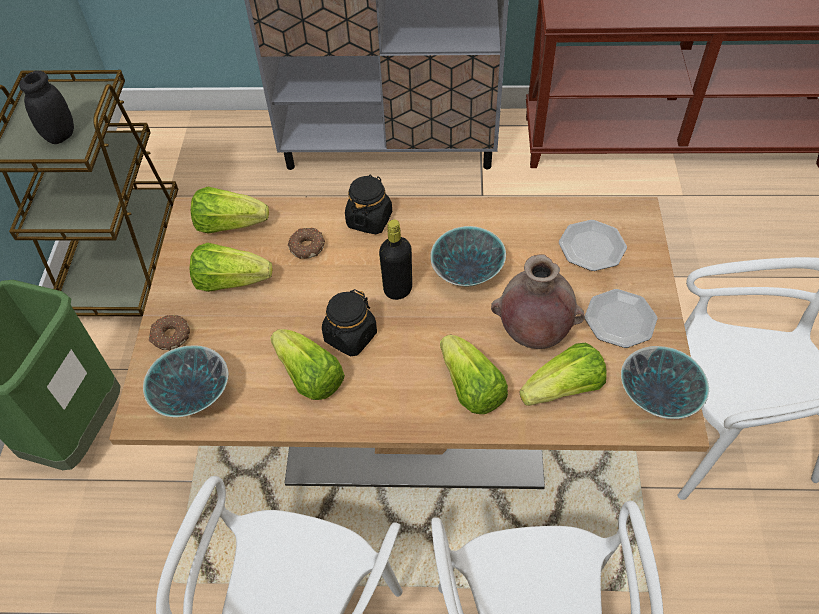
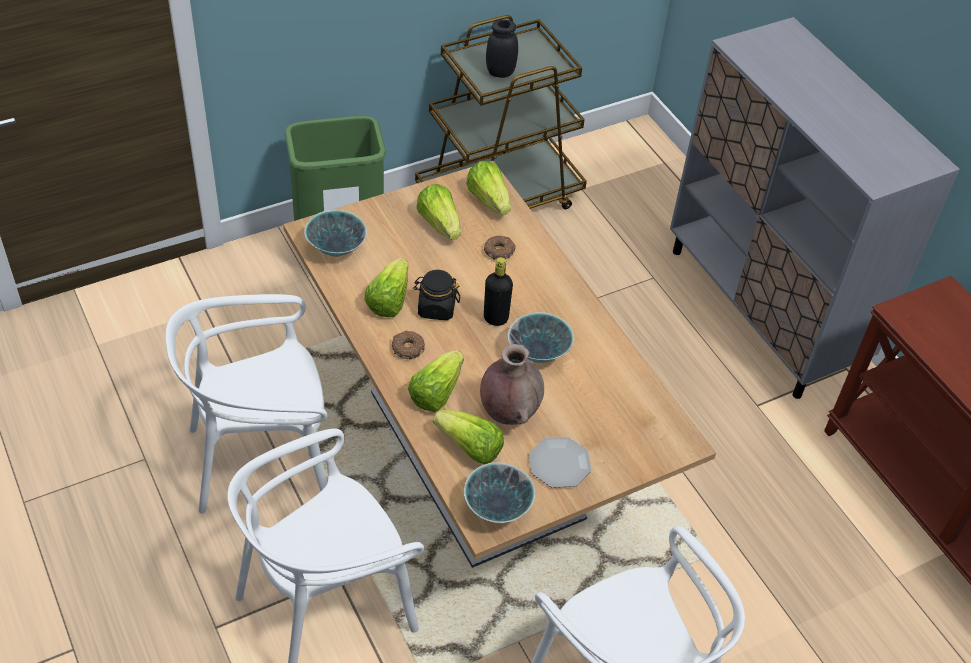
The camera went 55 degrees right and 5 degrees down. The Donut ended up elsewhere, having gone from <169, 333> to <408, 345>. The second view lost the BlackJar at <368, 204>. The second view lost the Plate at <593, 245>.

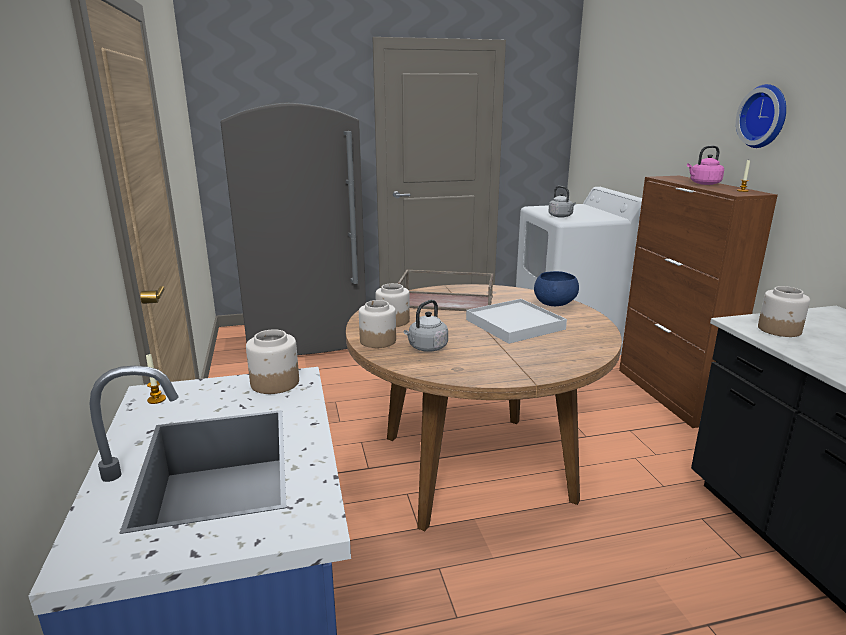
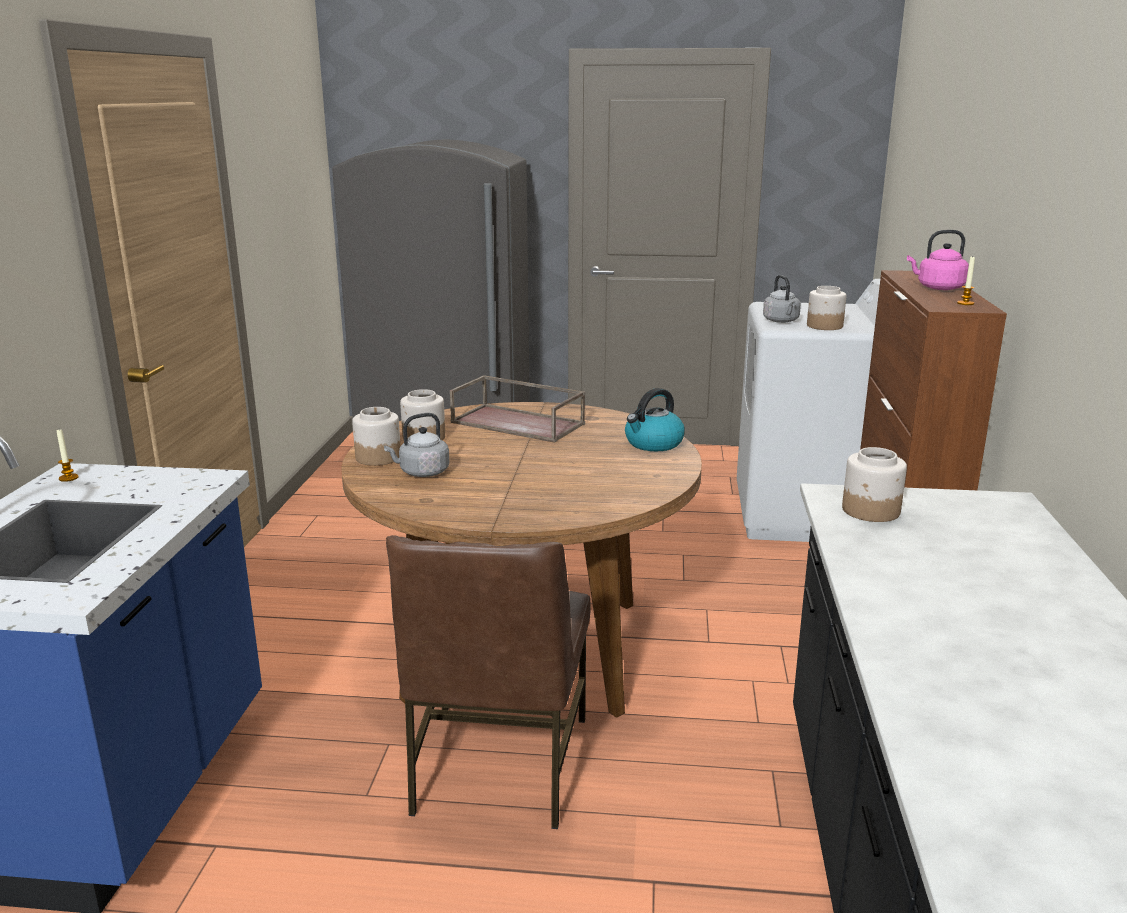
The camera went 20 degrees right and 0 degrees up. The Jar ended up elsewhere, having gone from <272, 361> to <826, 308>. The second view lost the WhiteTray at <516, 321>. Where the BlueBowl stood at <556, 288>, the Kettle came to stand at <655, 419>. The second view lost the WallClock at <761, 116>. The second view gained the BrownChair at <488, 682>.

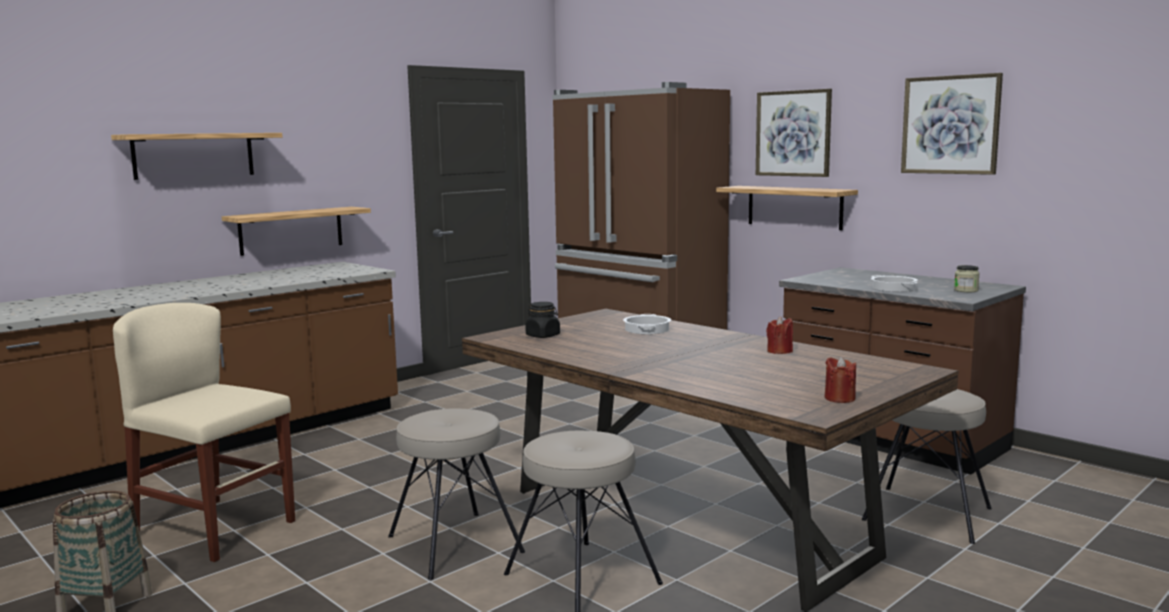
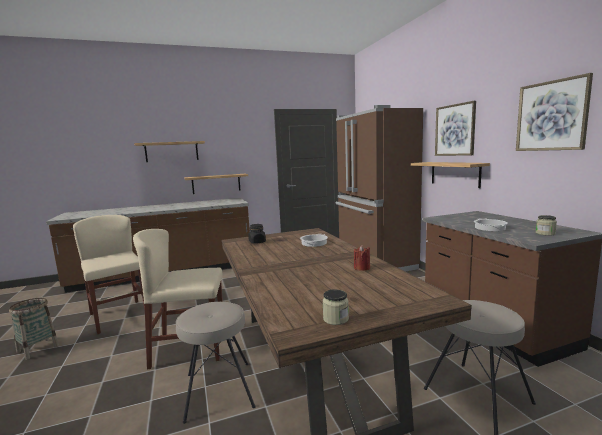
The camera went 25 degrees right and 0 degrees up. Where the BeigeStool stood at <456, 494>, the BeigeChair came to stand at <178, 299>. Where the RedCandle stood at <840, 379>, the Jar came to stand at <335, 307>.

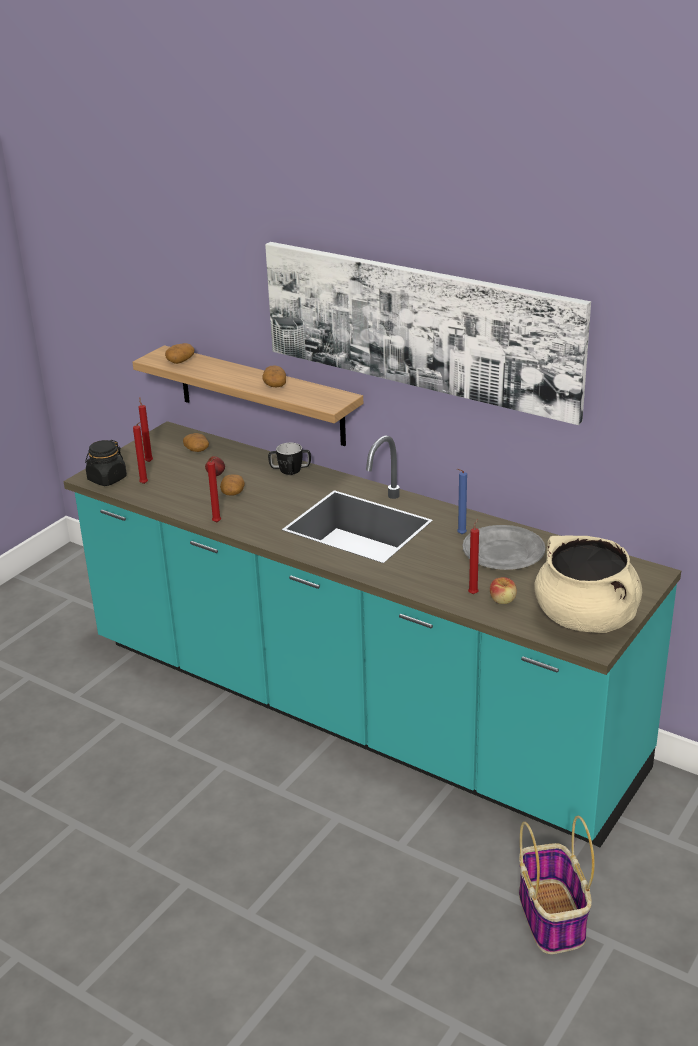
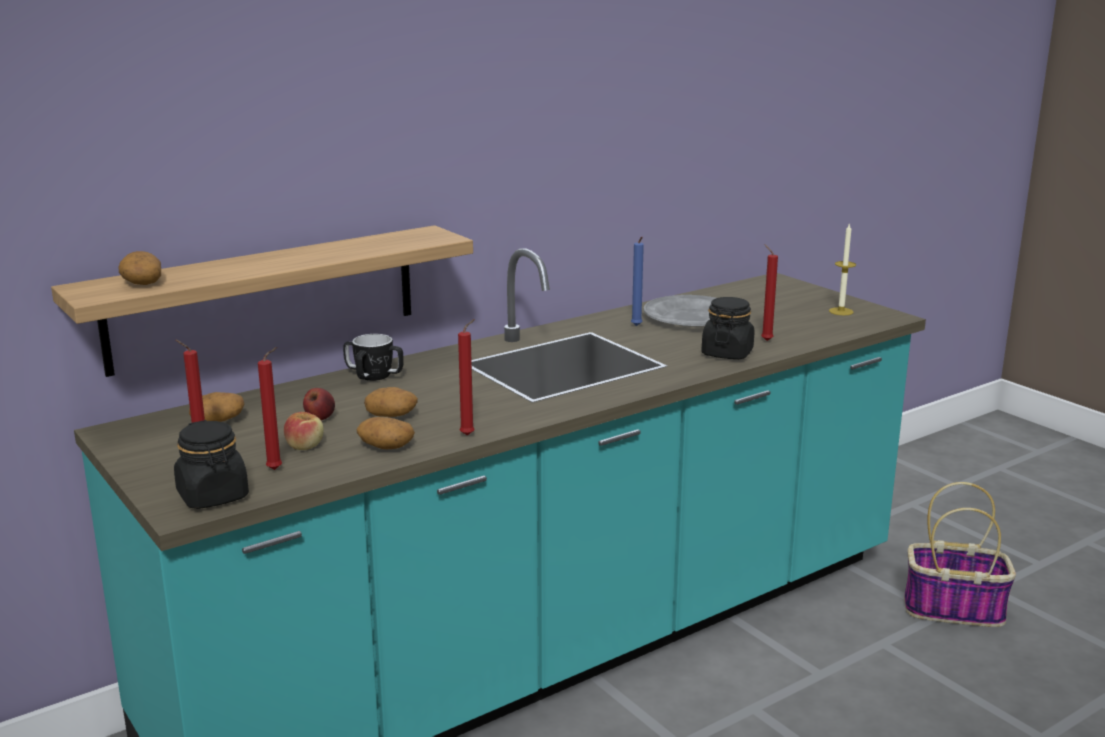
The camera went 70 degrees left and 10 degrees down. The Potato ended up elsewhere, having gone from <274, 377> to <386, 433>. The second view lost the Picture at <428, 333>. The Apple ended up elsewhere, having gone from <503, 590> to <304, 431>. Where the BeigeCookingPot stood at <588, 584>, the Candle came to stand at <842, 269>. The second view gained the BlackJar at <727, 328>.

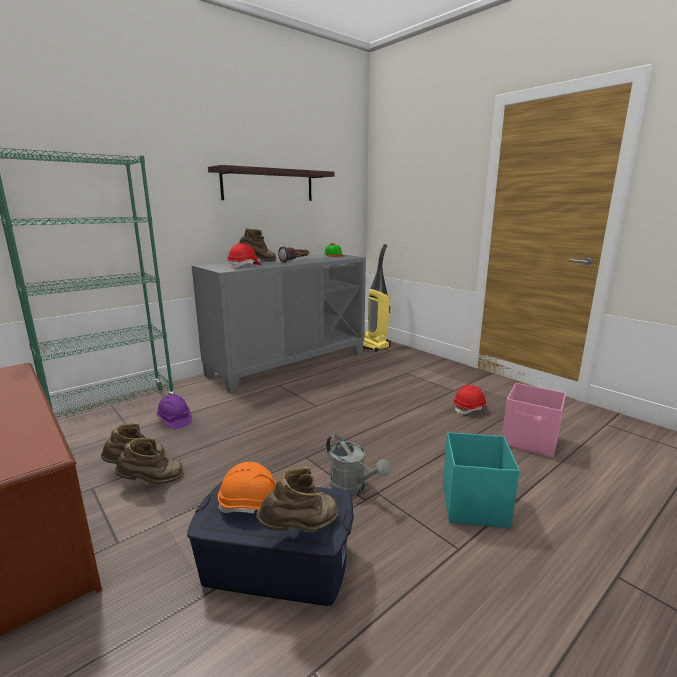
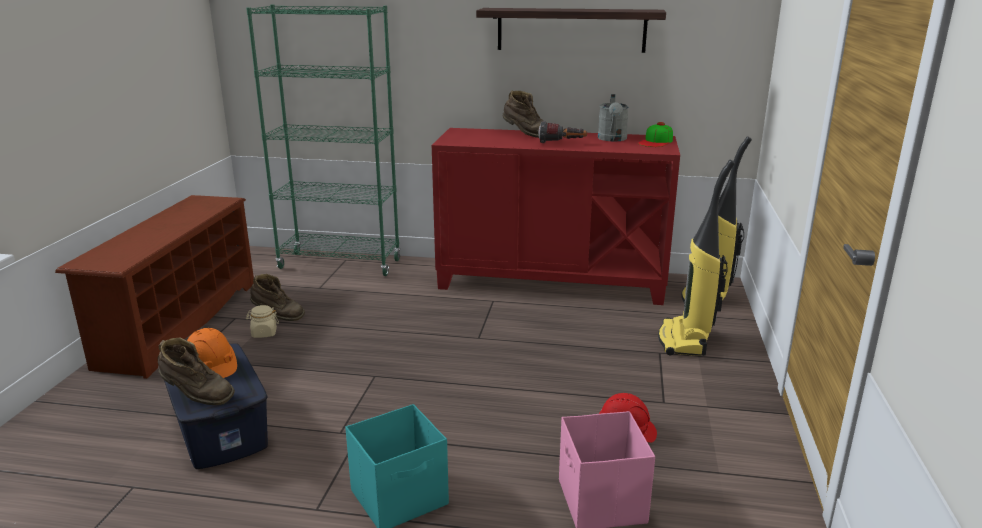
The camera went 50 degrees right and 5 degrees up. Where the BrownBoot stood at <149, 461>, the BeigeJar came to stand at <262, 321>. The second view lost the PurpleHardHat at <174, 412>. What was the GreyCabinet at <279, 323> turned into the RedCabinet at <556, 216>. The second view lost the RedHardHat at <244, 256>. The GreyWateringCan ended up elsewhere, having gone from <358, 465> to <613, 117>. The second view gained the VacuumCleaner at <696, 258>.

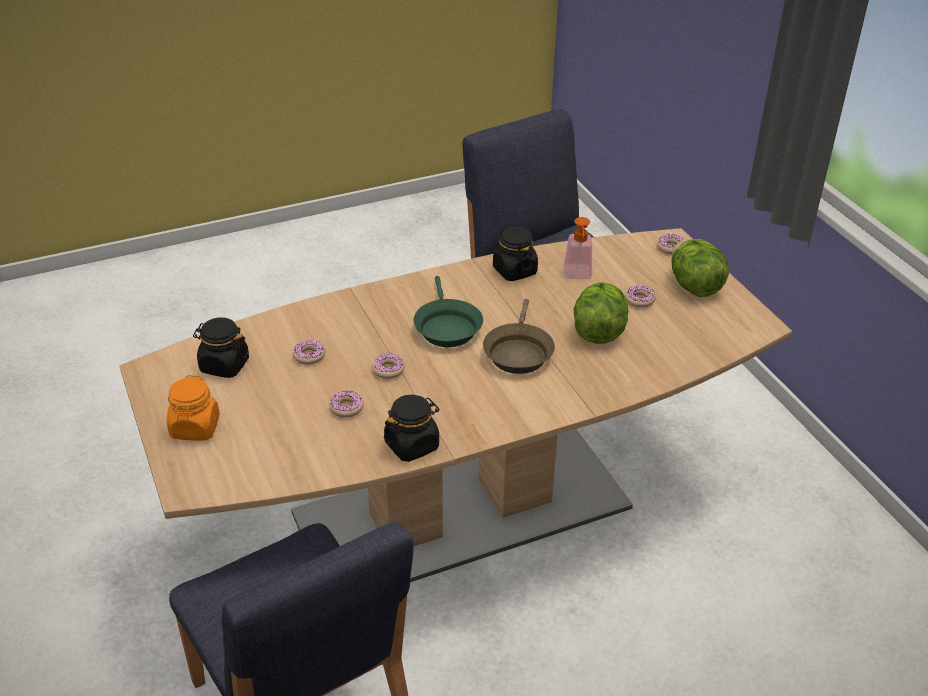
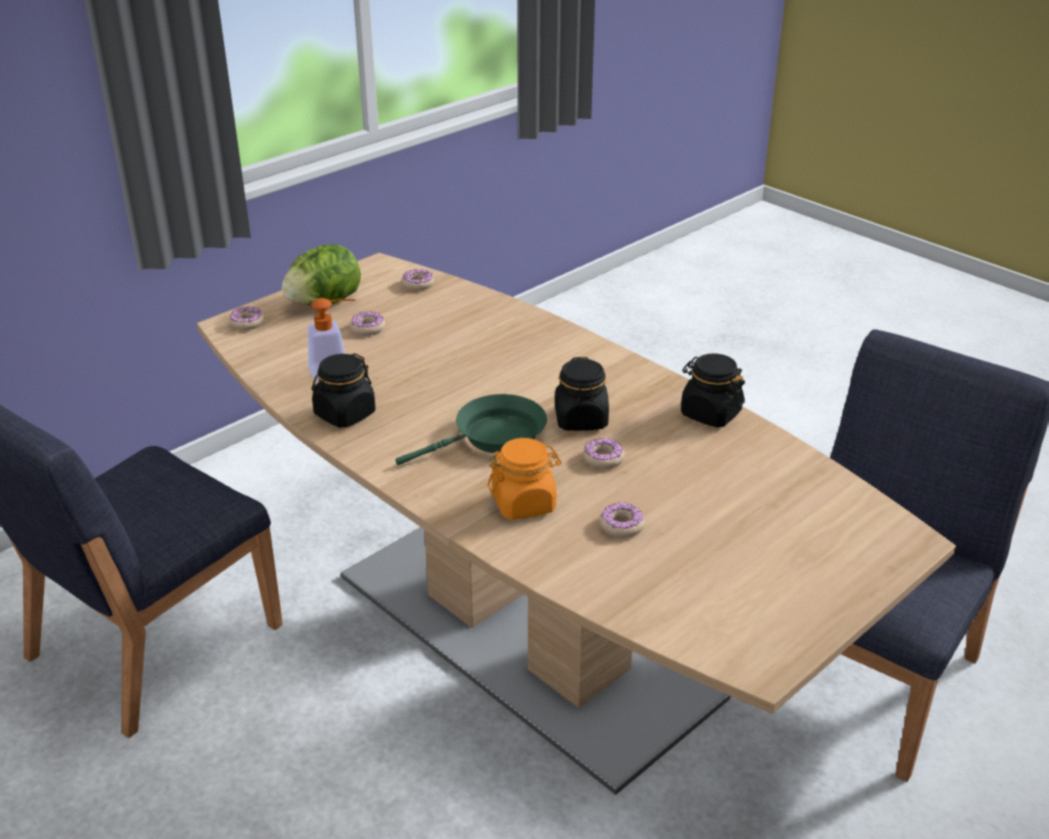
The camera went 110 degrees left and 5 degrees down. The OrangeJar ended up elsewhere, having gone from <193, 408> to <525, 479>. The BlackJar ended up elsewhere, having gone from <221, 347> to <582, 394>. The Donut ended up elsewhere, having gone from <347, 404> to <417, 280>. The second view lost the BrownFryingPan at <519, 336>. The second view lost the Lettuce at <601, 313>.

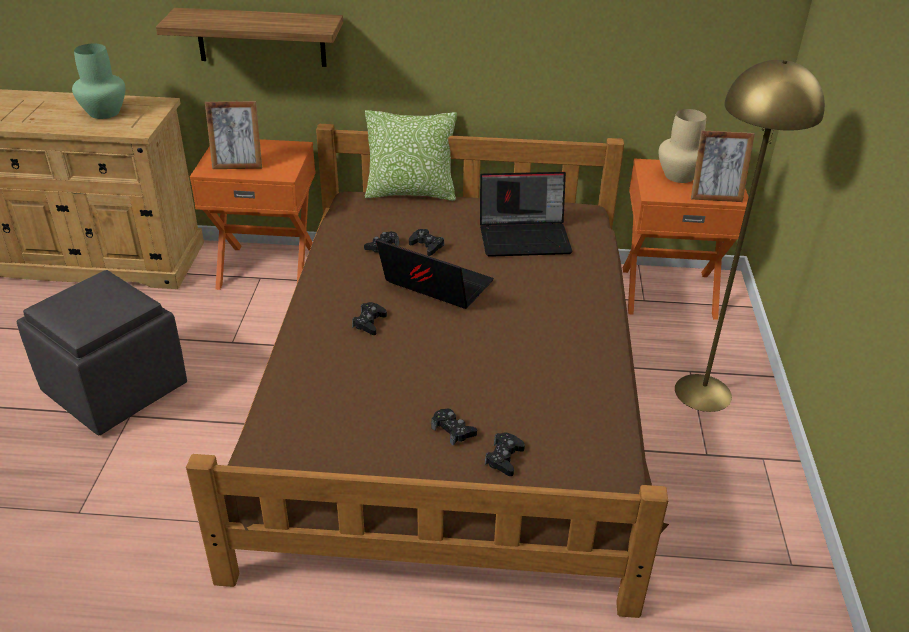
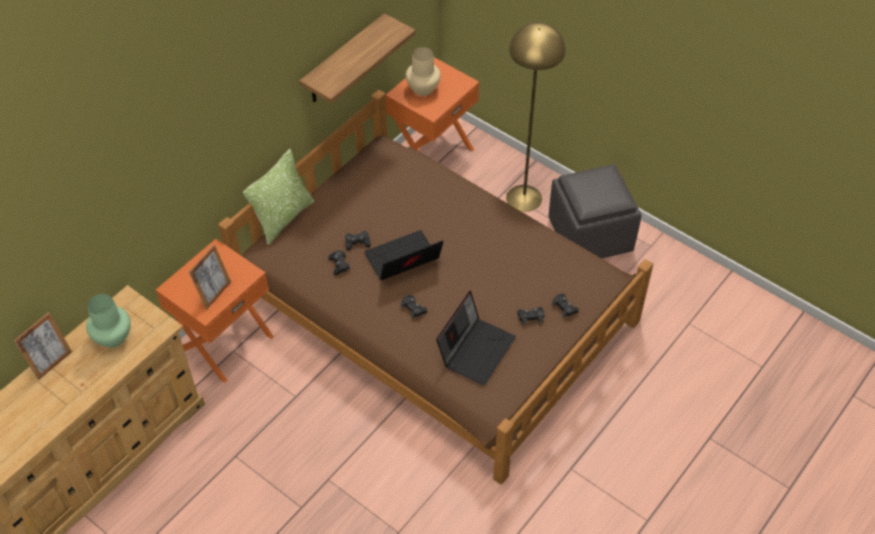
The camera went 55 degrees left and 15 degrees up. The GreyOttoman ended up elsewhere, having gone from <102, 352> to <595, 211>. The Shelf ended up elsewhere, having gone from <249, 37> to <357, 58>. The Laptop ended up elsewhere, having gone from <526, 214> to <476, 338>. The PictureFrame ended up elsewhere, having gone from <723, 166> to <43, 346>.

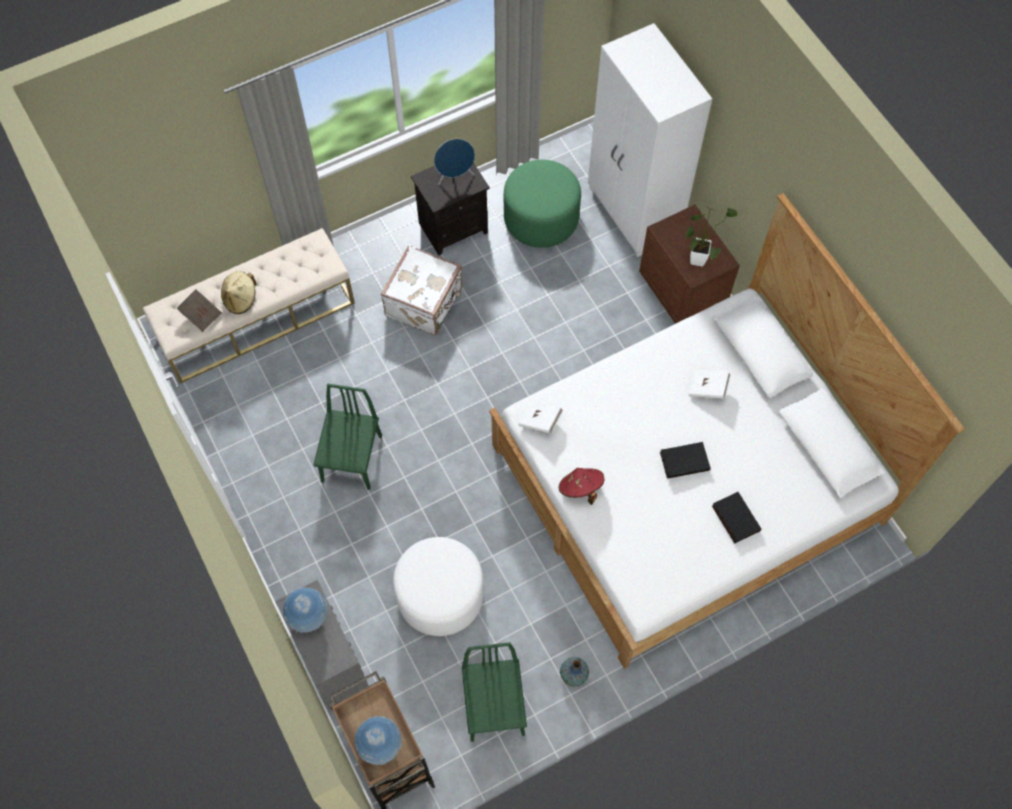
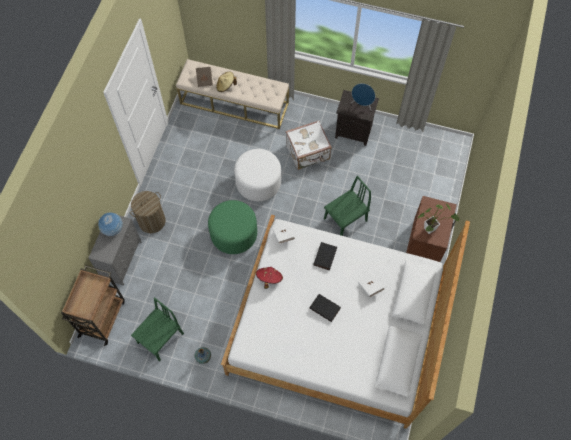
The camera went 45 degrees right and 0 degrees up. The GreenChair ended up elsewhere, having gone from <348, 436> to <347, 206>. The second view lost the Globe at <378, 740>. The WhiteOttoman ended up elsewhere, having gone from <438, 586> to <257, 175>. The GreenOttoman ended up elsewhere, having gone from <542, 204> to <232, 227>. The second view lost the WhiteWardrobe at <650, 140>. The BlackBook ended up elsewhere, having gone from <736, 517> to <325, 256>. The second view gained the LaundryBasket at <148, 212>.

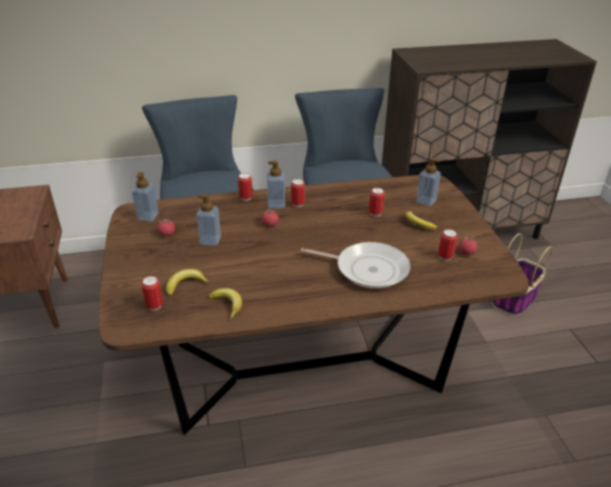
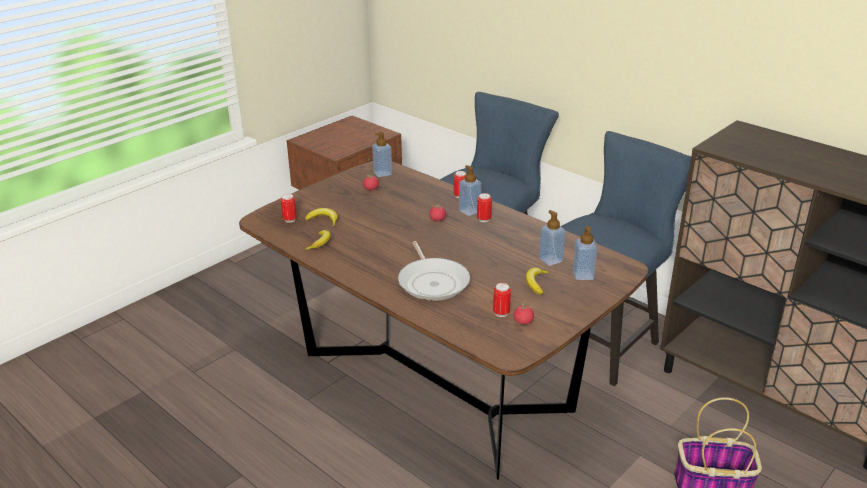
The camera went 55 degrees right and 5 degrees down. The SoapDispenser ended up elsewhere, having gone from <208, 220> to <552, 238>. The second view lost the Can at <377, 202>.

